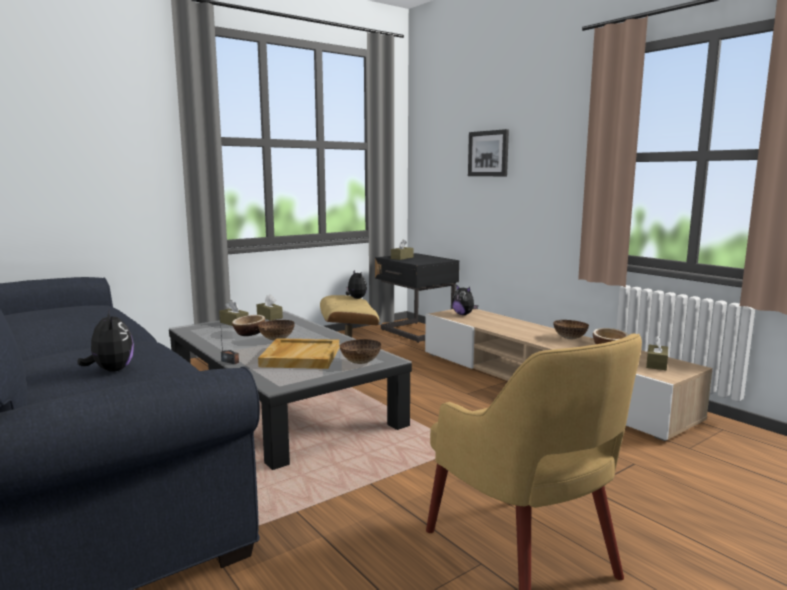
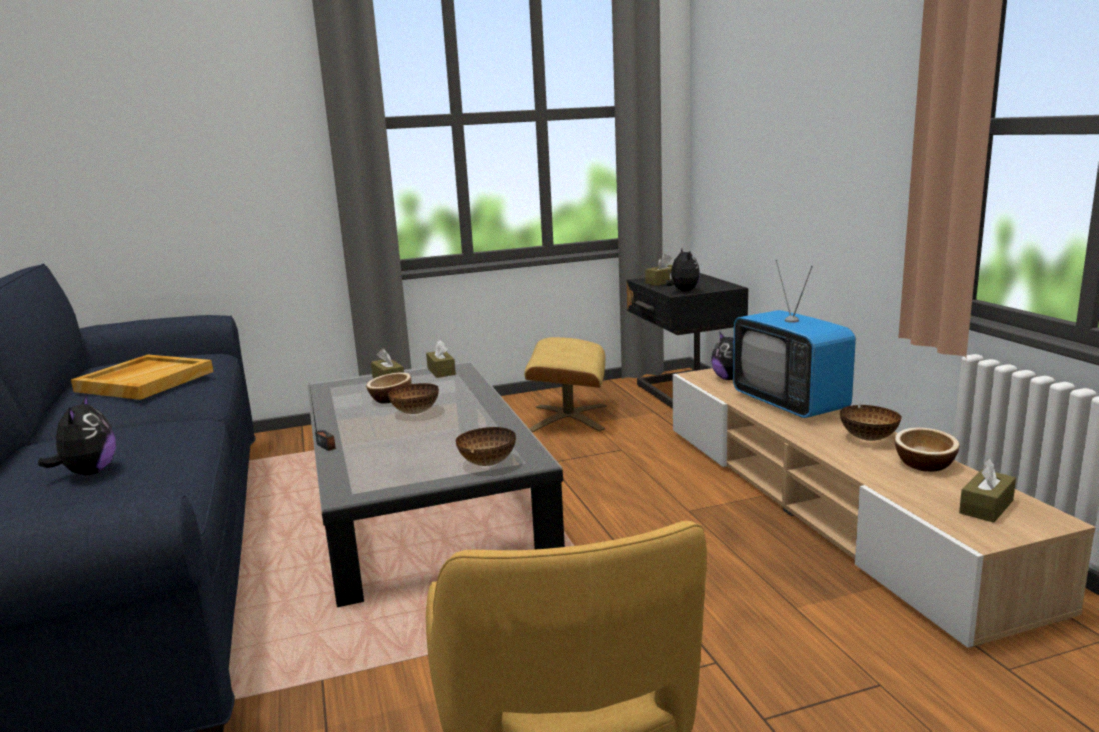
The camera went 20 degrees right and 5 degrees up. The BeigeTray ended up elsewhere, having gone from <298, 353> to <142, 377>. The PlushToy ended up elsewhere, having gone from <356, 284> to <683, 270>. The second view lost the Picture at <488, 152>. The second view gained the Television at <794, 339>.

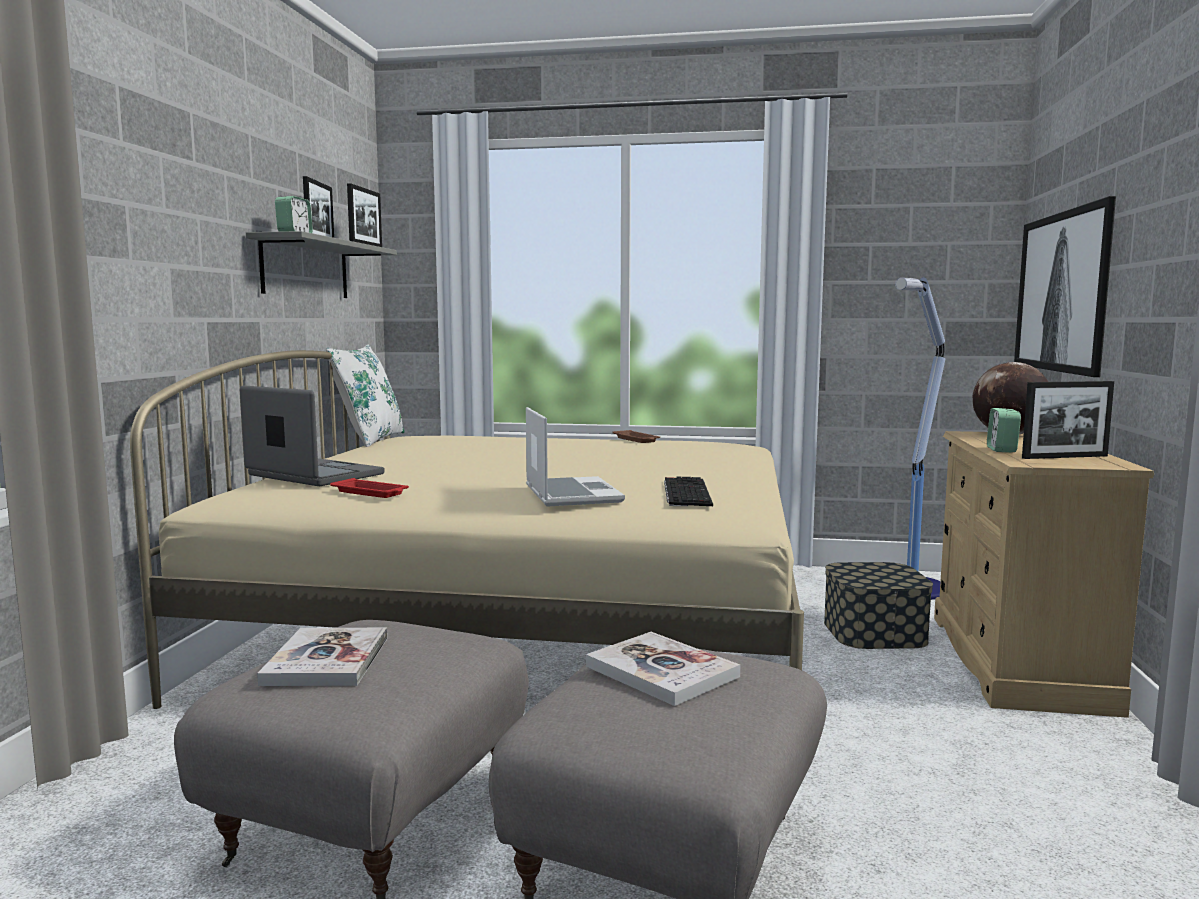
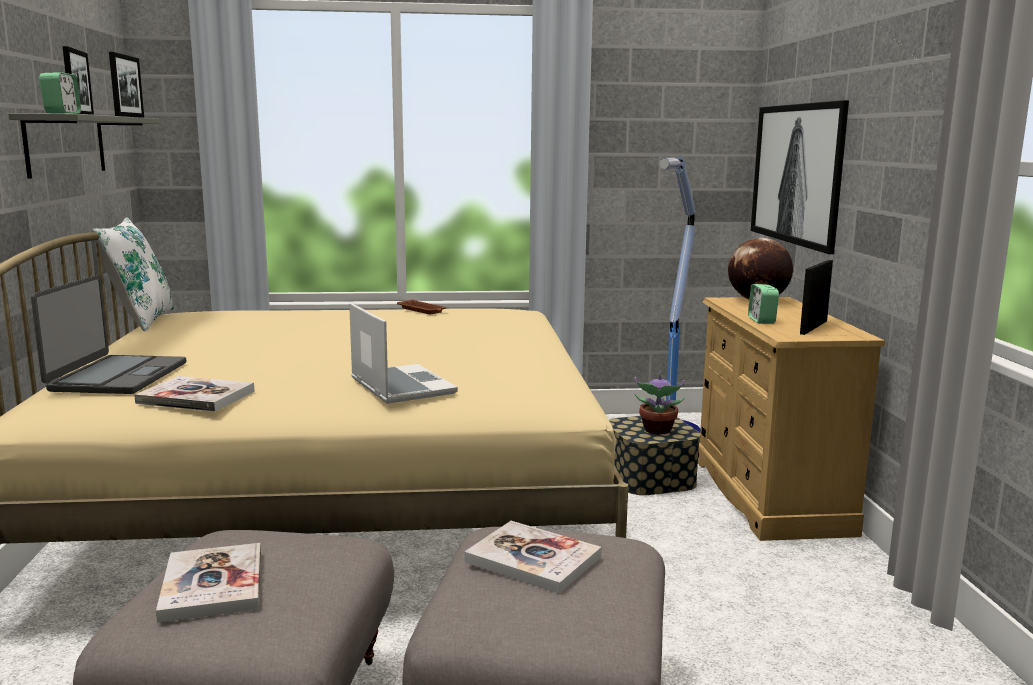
The camera went 15 degrees left and 5 degrees up. The Laptop at <312, 435> ended up facing another way, 75 degrees clockwise from before. Where the RedTray stood at <369, 488>, the Book came to stand at <194, 394>. The second view lost the Keyboard at <688, 491>. The PictureFrame at <1068, 420> ended up facing another way, 150 degrees clockwise from before. The second view gained the PottedPlant at <659, 402>.

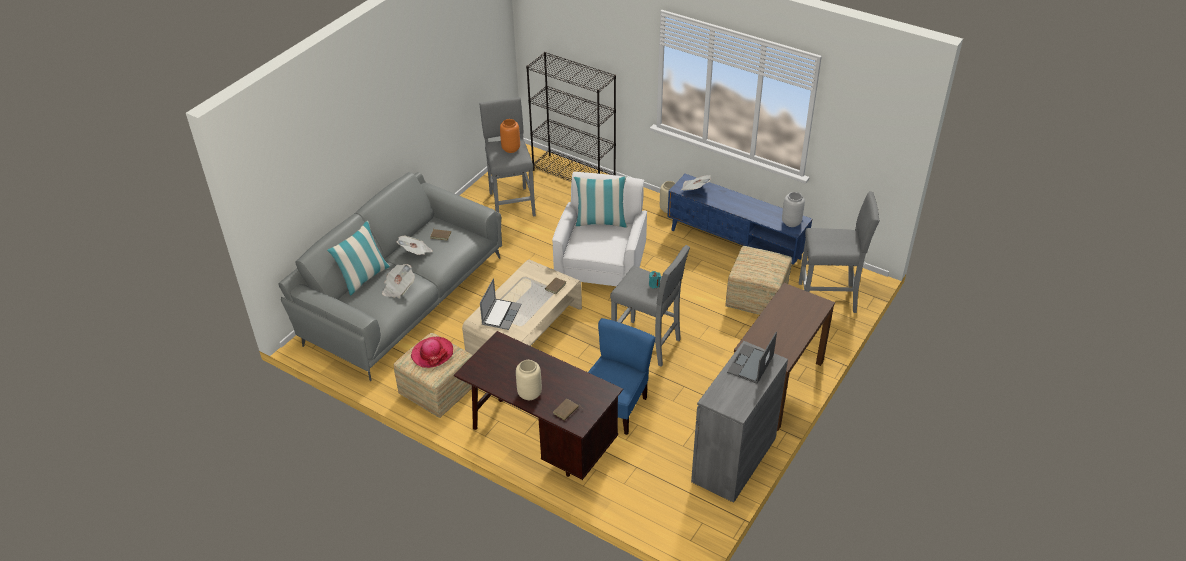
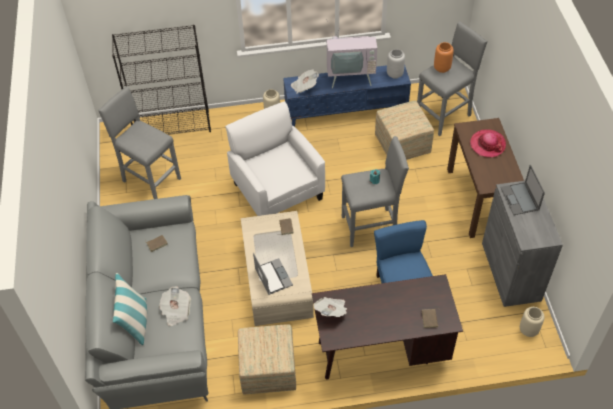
The camera went 40 degrees left and 10 degrees up. The Newspaper ended up elsewhere, having gone from <414, 245> to <330, 307>. The Hat ended up elsewhere, having gone from <432, 352> to <488, 143>. The OrangeVase ended up elsewhere, having gone from <510, 136> to <444, 57>. The BeigeVase ended up elsewhere, having gone from <529, 380> to <532, 322>. The second view lost the Pillow at <601, 202>. The second view gained the Television at <352, 54>.

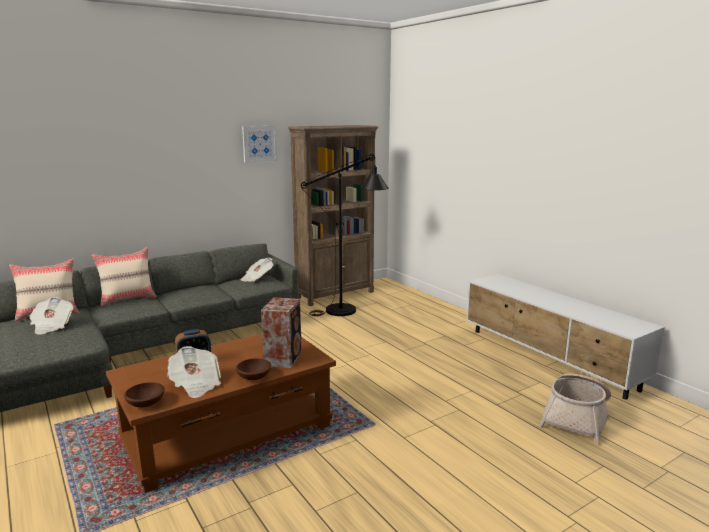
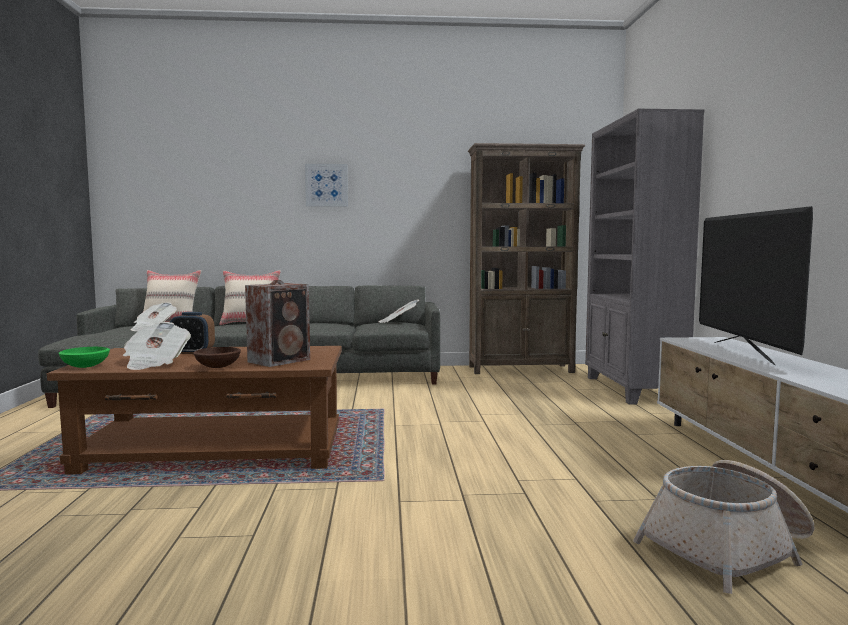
The camera went 30 degrees right and 10 degrees down. What was the BrownBowl at <144, 394> turned into the GreenBowl at <84, 357>. The Picture ended up elsewhere, having gone from <259, 144> to <326, 185>. The second view lost the BlackFloorLamp at <345, 235>. The second view gained the GreyBookcase at <644, 257>. The second view gained the Television at <756, 285>.

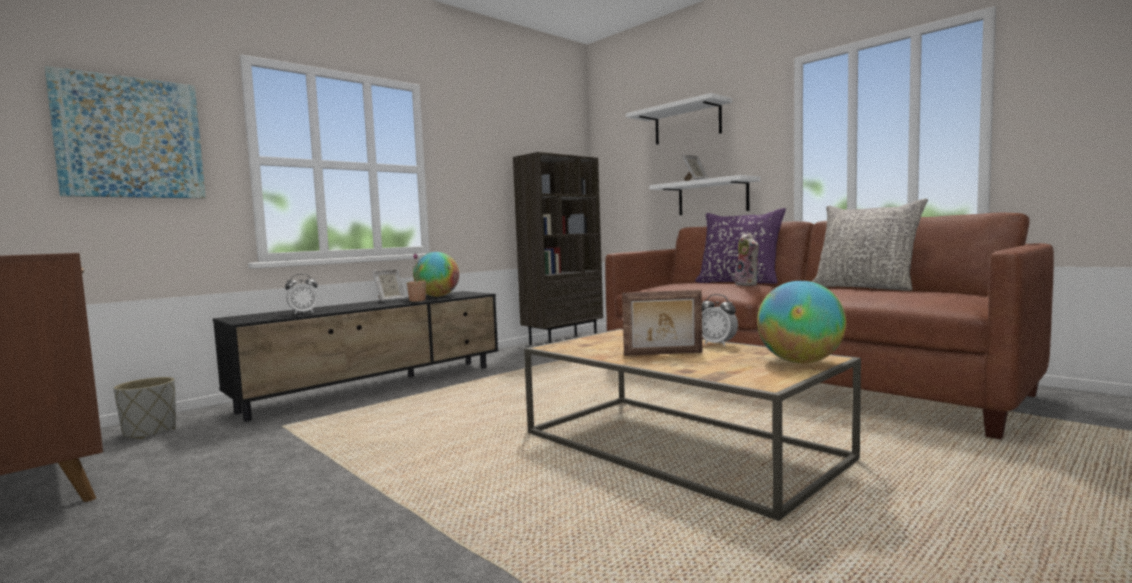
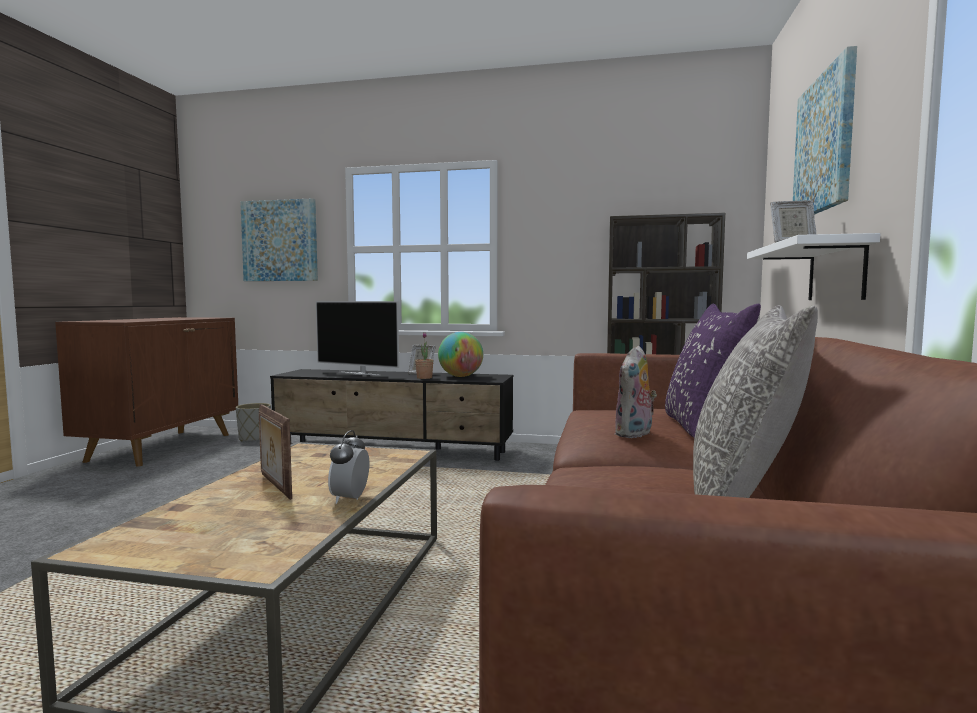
The camera went 55 degrees right and 0 degrees up. The second view lost the AlarmClock at <301, 294>. Where the WhiteShelf hung at <679, 119>, the Picture came to hang at <825, 130>. The second view lost the Globe at <801, 322>. The second view gained the Television at <357, 338>.

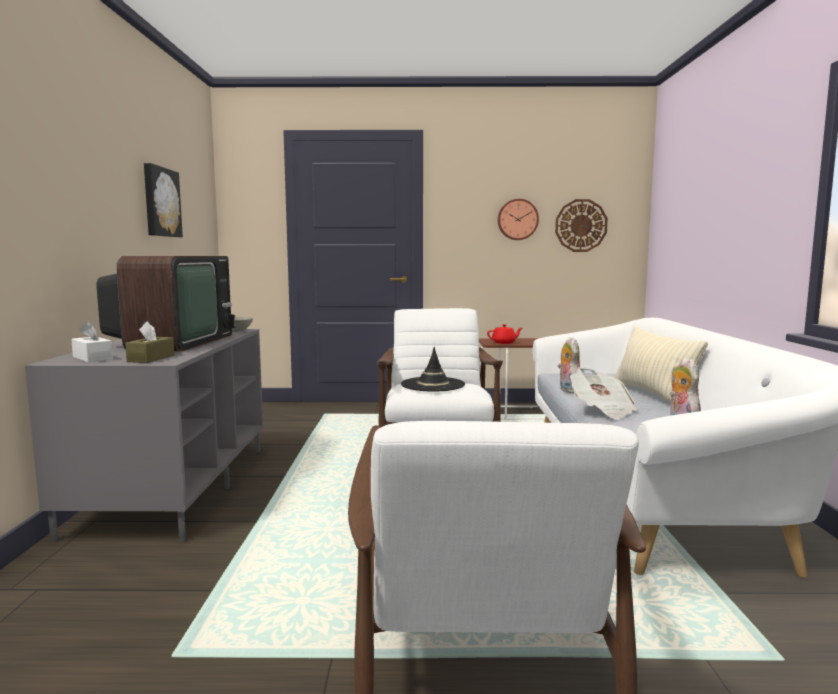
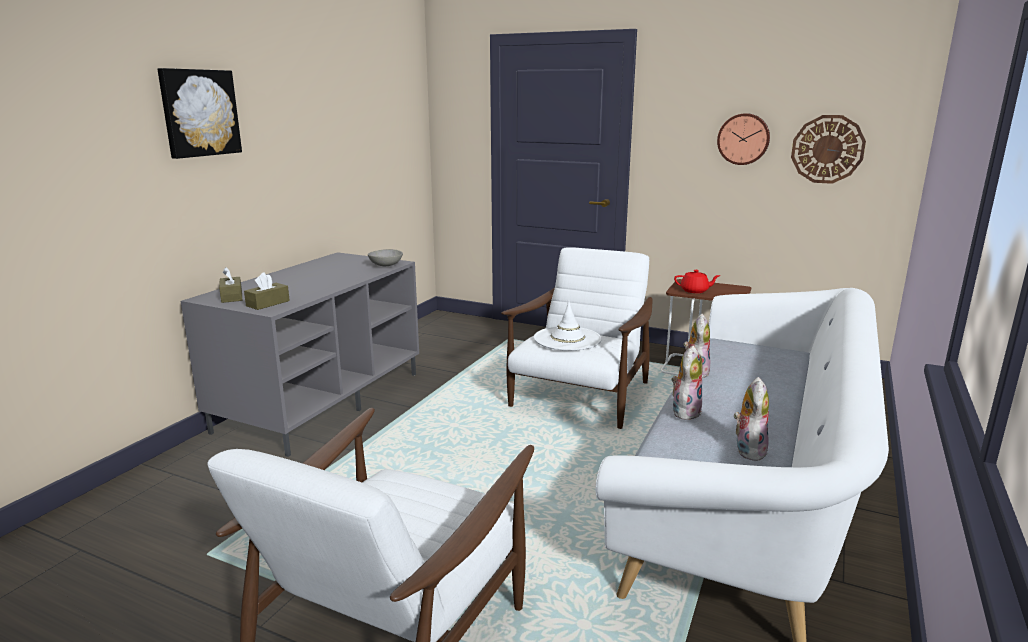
The camera went 25 degrees right and 10 degrees up. What was the WhiteTissueBox at <92, 341> turned into the BrownTissueBox at <230, 285>. The second view lost the Television at <166, 303>. The Picture ended up elsewhere, having gone from <163, 200> to <199, 113>. What was the BlackHat at <433, 369> turned into the WhiteHat at <568, 326>. Where the Newspaper stood at <604, 393>, the PlushToy came to stand at <687, 382>. The second view lost the BeigePillow at <661, 364>.

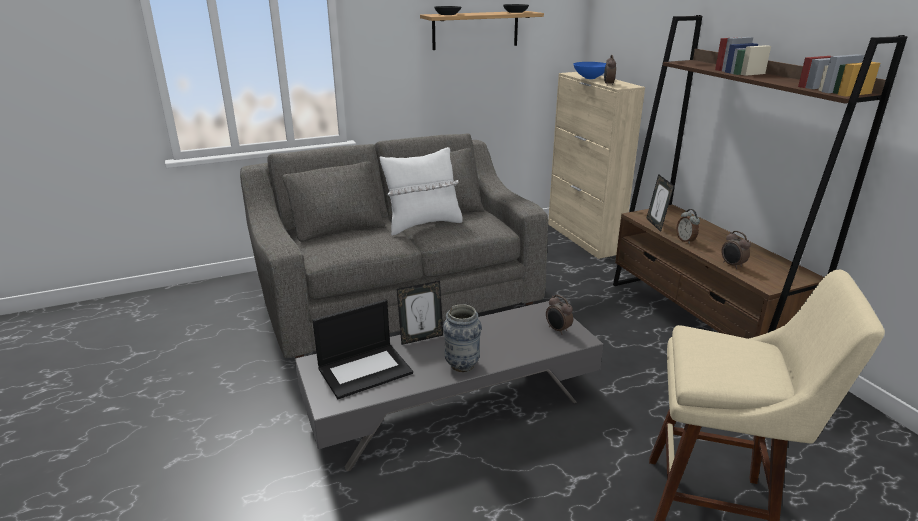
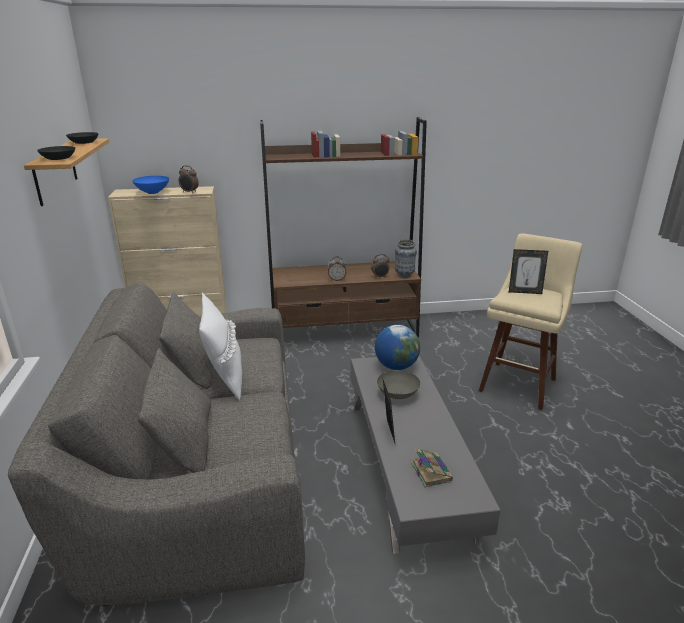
The camera went 75 degrees left and 0 degrees up. Where the Laptop stood at <362, 349>, the Book came to stand at <432, 467>. The Vase ended up elsewhere, having gone from <462, 338> to <406, 258>. Where the AlarmClock stood at <559, 315>, the Globe came to stand at <397, 347>. The PictureFrame ended up elsewhere, having gone from <660, 203> to <528, 271>. The second view gained the GreyBowl at <398, 384>.

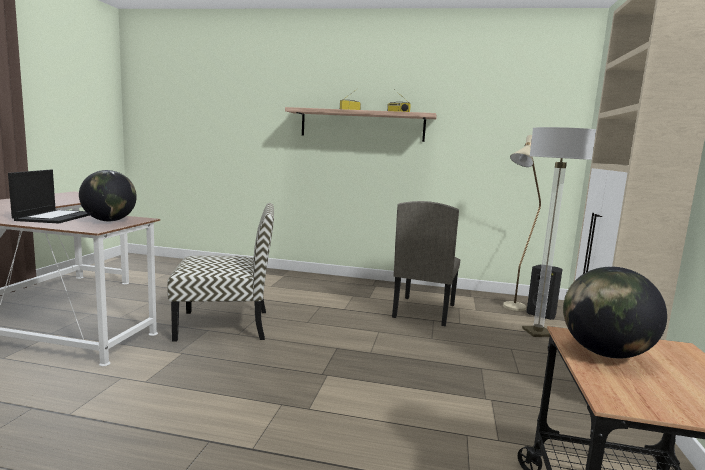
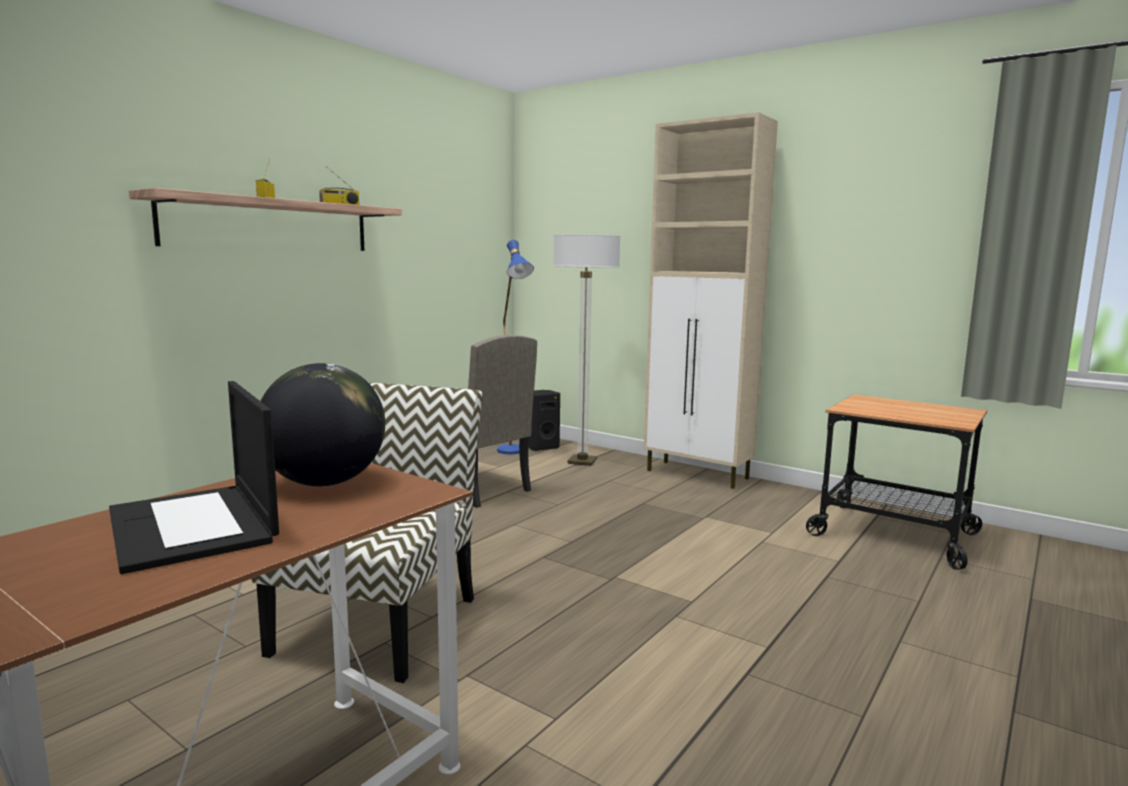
The camera went 65 degrees left and 0 degrees up. The Laptop at <49, 196> ended up facing another way, 150 degrees counterclockwise from before. What was the BeigeFloorLamp at <522, 223> turned into the BlueFloorLamp at <515, 347>. The second view lost the Globe at <615, 312>.

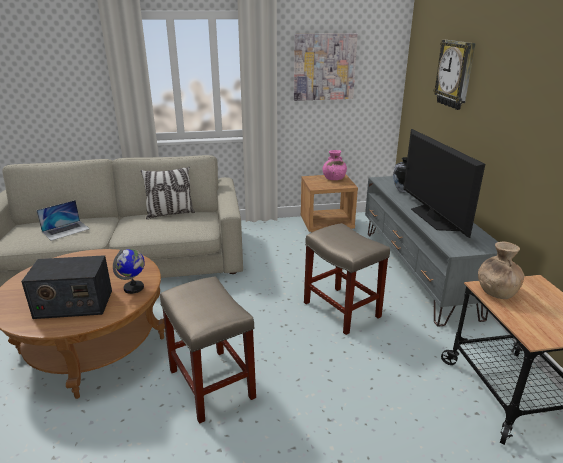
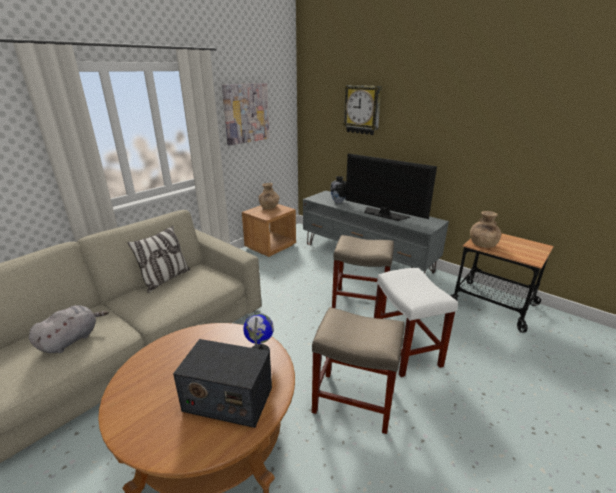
The camera went 40 degrees left and 0 degrees up. The Radio at <66, 287> ended up facing another way, 60 degrees clockwise from before. Where the Laptop stood at <63, 220>, the GreyPlushToy came to stand at <69, 329>. What was the PinkVase at <334, 165> turned into the BrownVase at <269, 196>. The second view gained the WhiteStool at <416, 322>.

